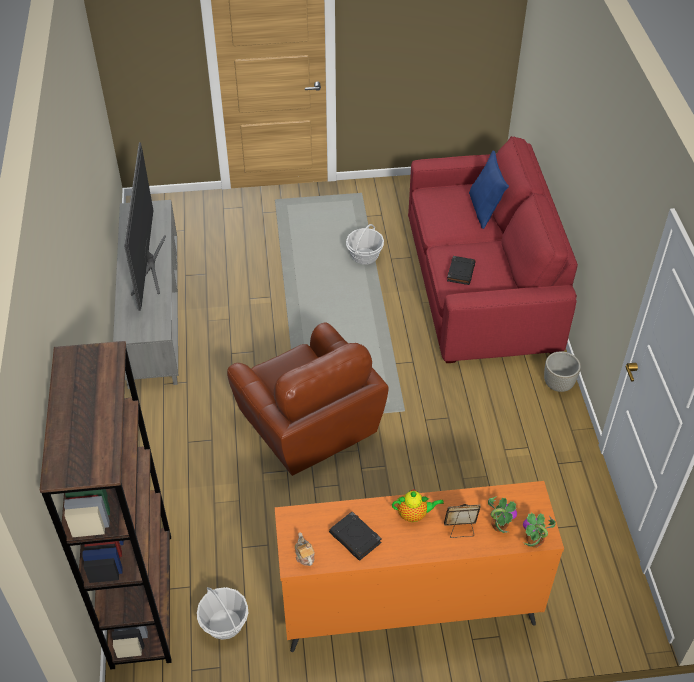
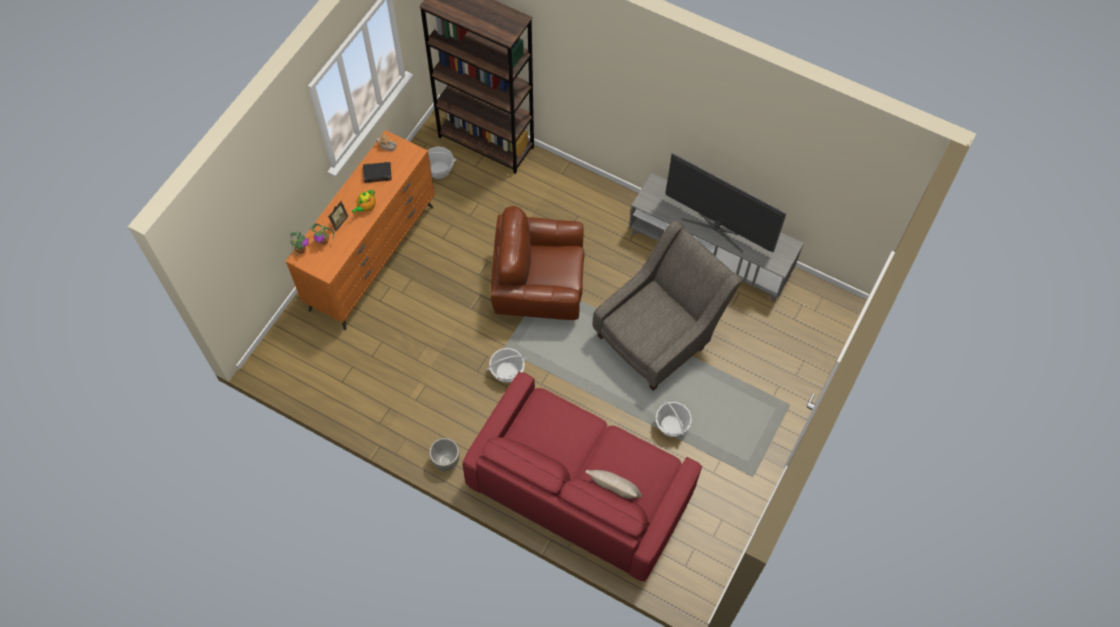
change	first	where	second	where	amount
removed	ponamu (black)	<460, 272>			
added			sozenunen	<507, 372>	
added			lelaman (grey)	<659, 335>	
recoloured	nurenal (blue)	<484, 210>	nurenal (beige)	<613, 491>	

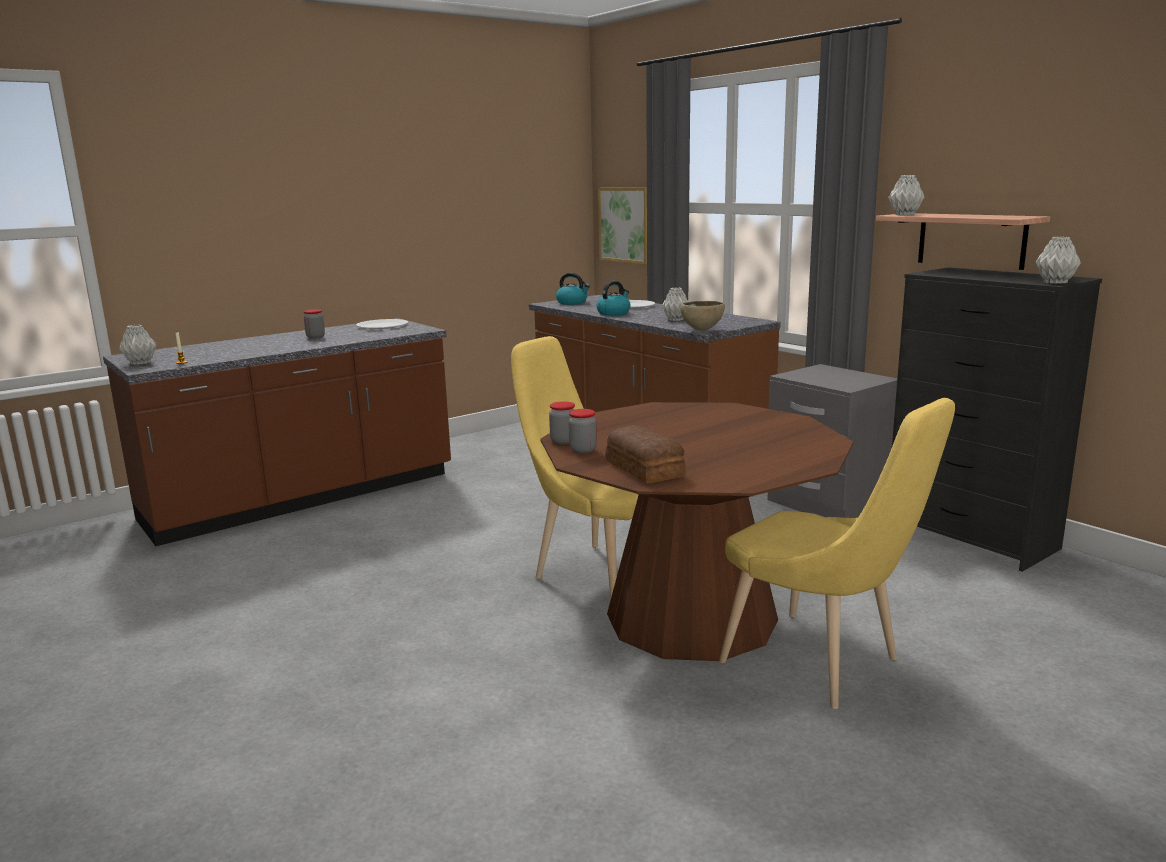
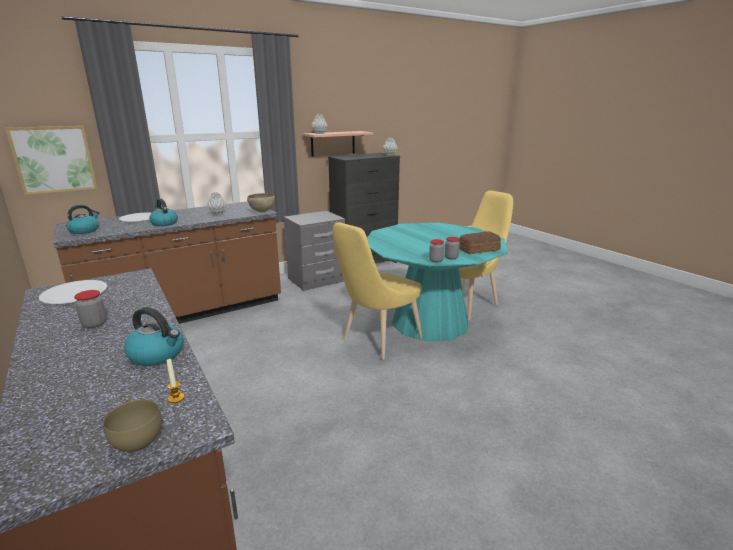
change	first	where	second	where	amount
added			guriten	<158, 354>	
replaced	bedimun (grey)	<141, 363>	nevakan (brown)	<136, 442>	
recoloured	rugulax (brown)	<691, 616>	rugulax (turquoise)	<430, 322>	

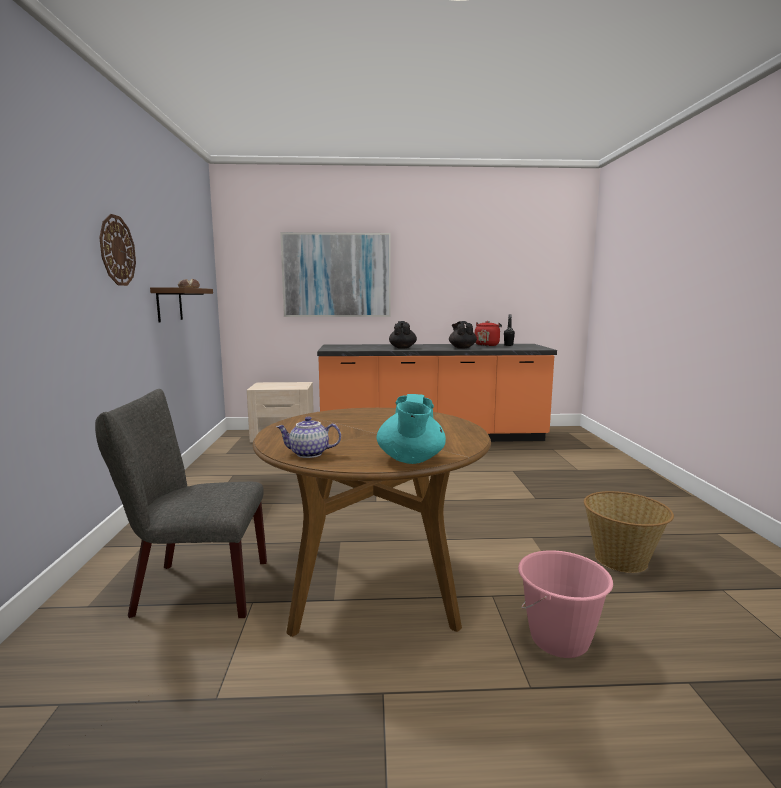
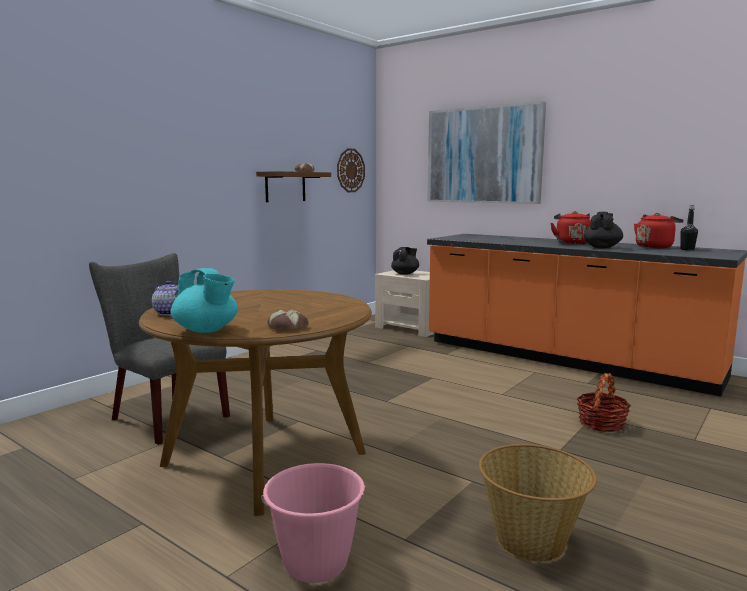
change	first	where	second	where	amount
added			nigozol	<288, 327>	
added			guriten (red)	<571, 243>	
added			sozenunen	<601, 423>	
moved	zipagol	<117, 250>		<350, 170>	
moved	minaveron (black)	<402, 348>		<405, 273>	
turned	minaveron (turquoise)	<411, 460>		<206, 330>	90 degrees counterclockwise

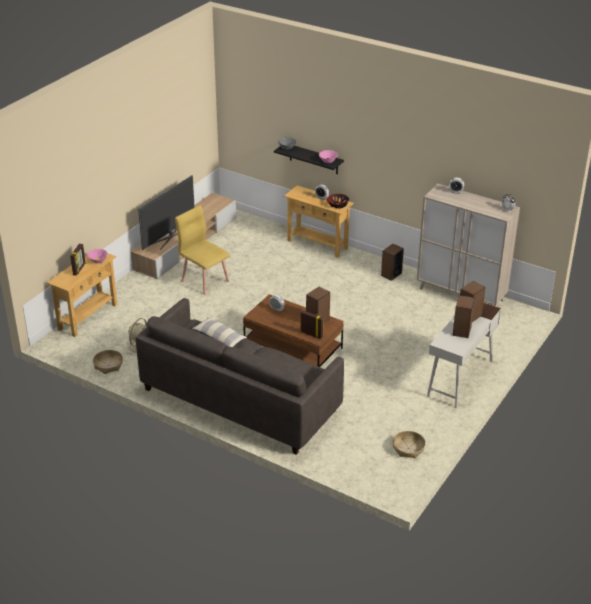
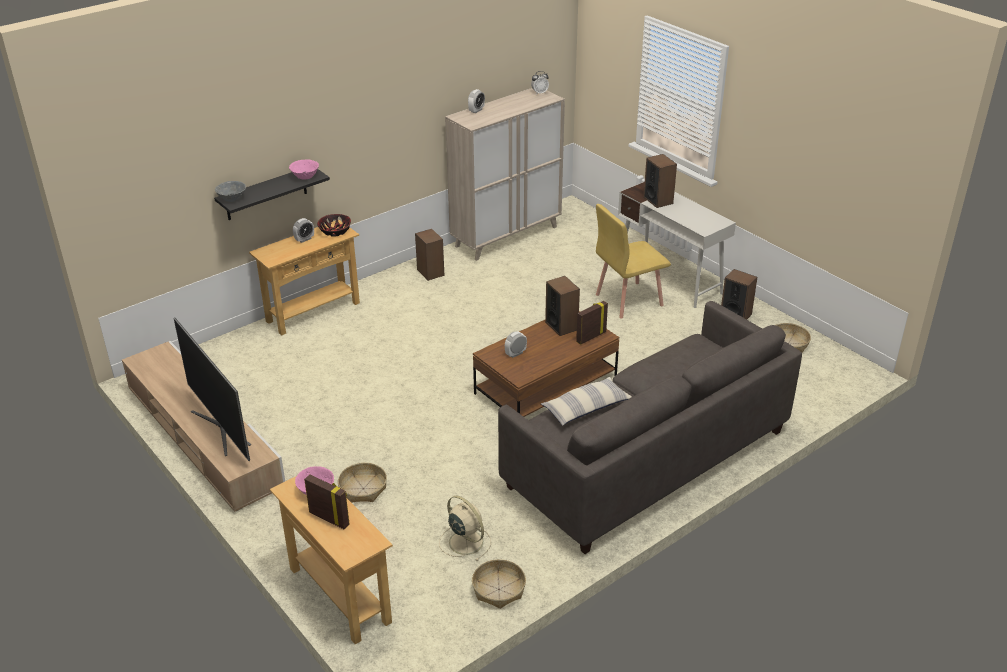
change	first	where	second	where	amount
added			sozenunen	<363, 488>	
moved	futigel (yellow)	<205, 281>		<628, 300>	
moved	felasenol	<462, 331>		<735, 314>	

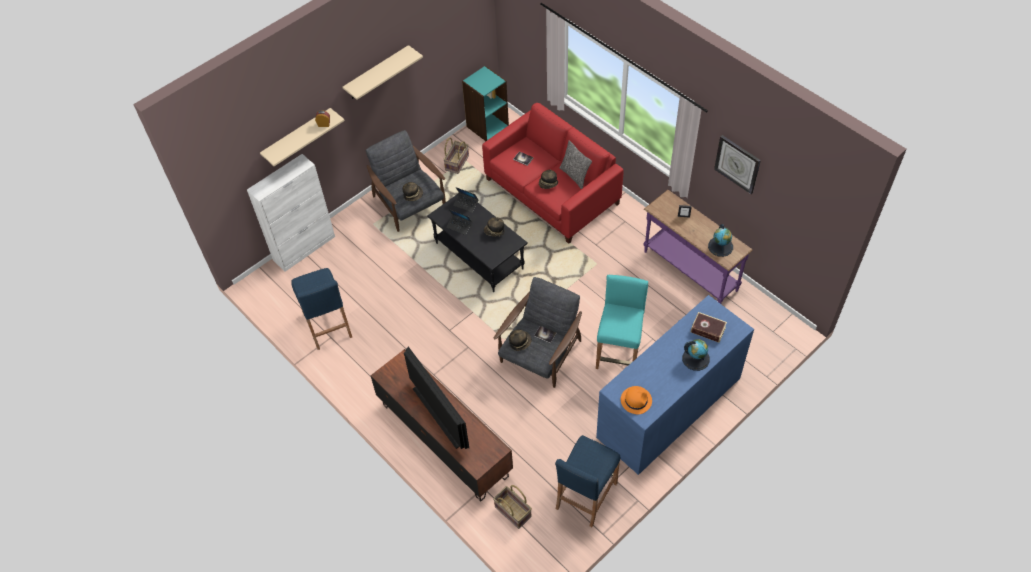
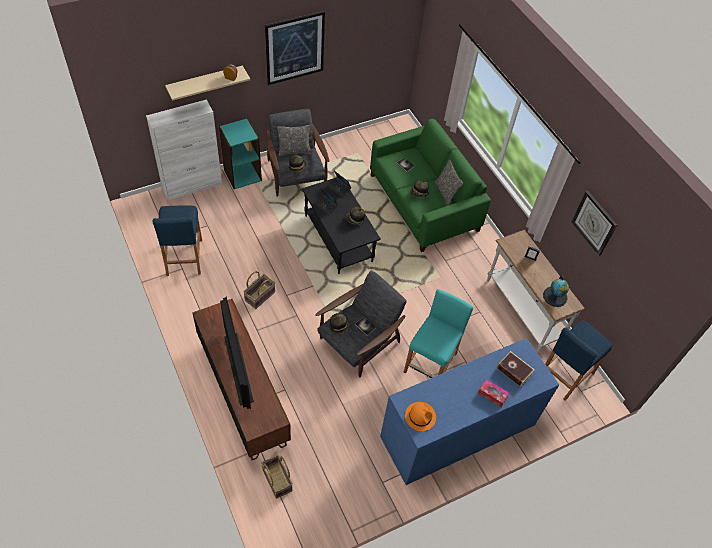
change	first	where	second	where	amount
added			nurenal	<294, 151>	
moved	sozenunen	<456, 162>		<259, 296>	
moved	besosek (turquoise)	<487, 126>		<242, 175>	
moved	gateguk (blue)	<586, 495>		<565, 374>	
replaced	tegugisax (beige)	<377, 73>	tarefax	<295, 48>	
replaced	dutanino	<696, 358>	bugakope	<492, 395>	
recoloured	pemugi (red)	<551, 192>	pemugi (green)	<423, 203>	
recoloured	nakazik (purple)	<689, 271>	nakazik (white)	<522, 311>	

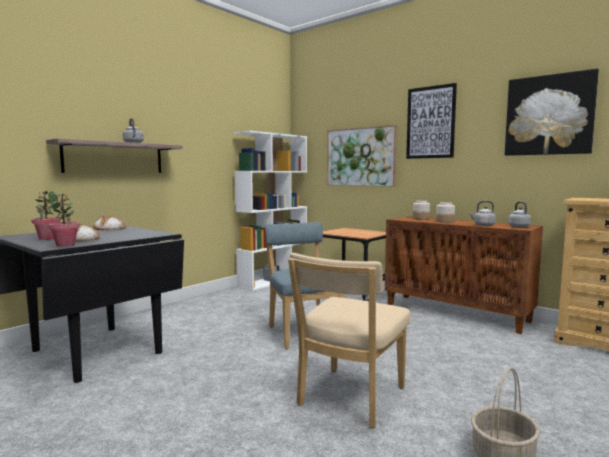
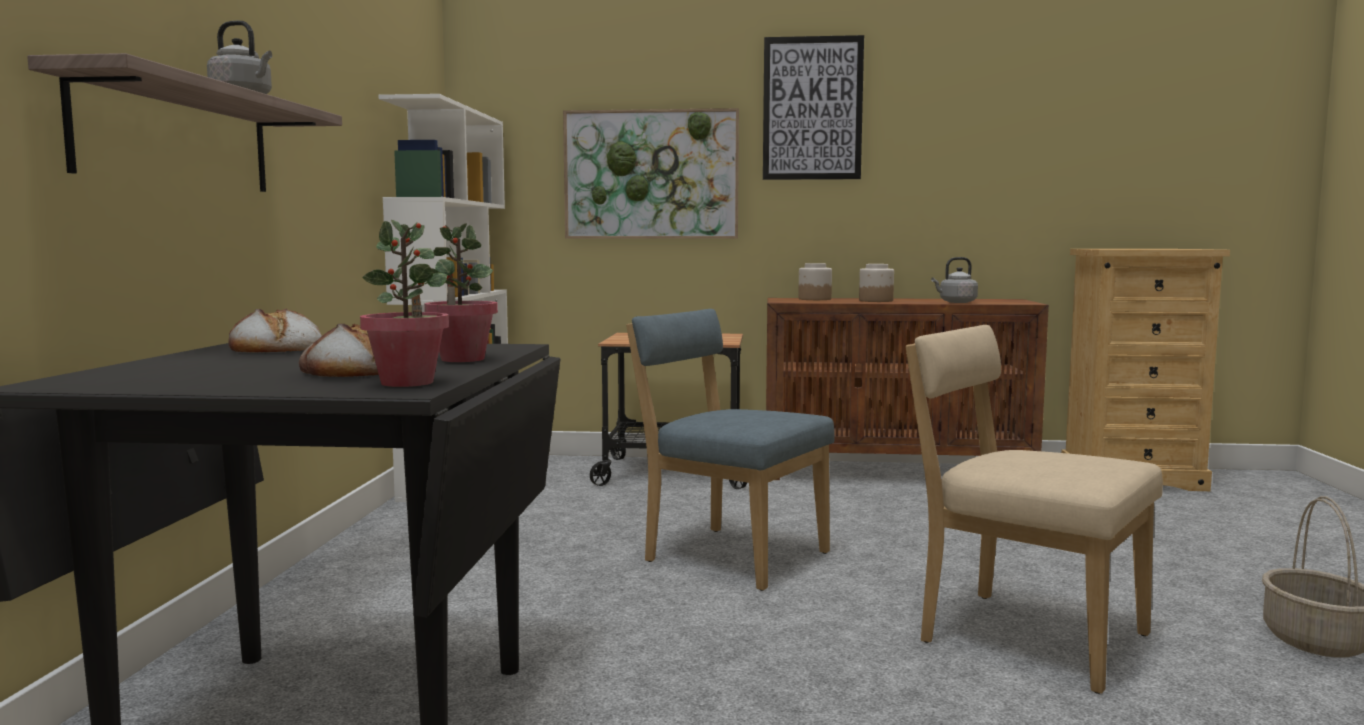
change	first	where	second	where	amount
removed	tarefax	<549, 115>			
removed	guriten (grey)	<518, 226>			
moved	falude	<47, 238>		<462, 359>	
turned	futigel (beige)	<349, 399>		<1023, 636>	135 degrees clockwise

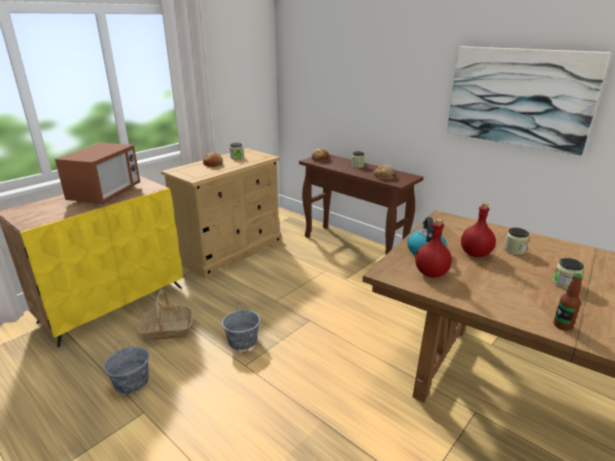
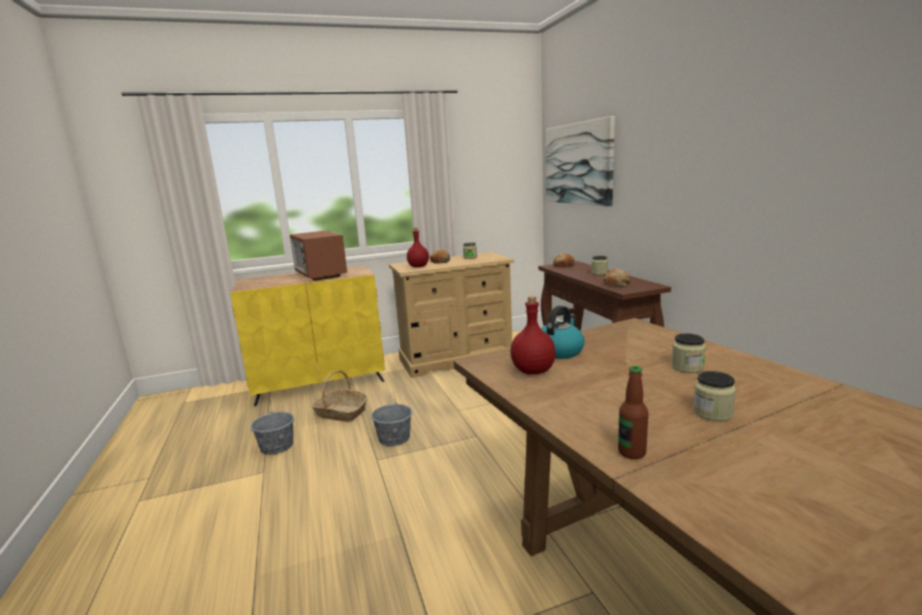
change	first	where	second	where	amount
moved	tarefax	<518, 97>		<578, 164>	
moved	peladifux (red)	<476, 254>		<419, 267>	
turned	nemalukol	<106, 194>		<320, 275>	105 degrees clockwise

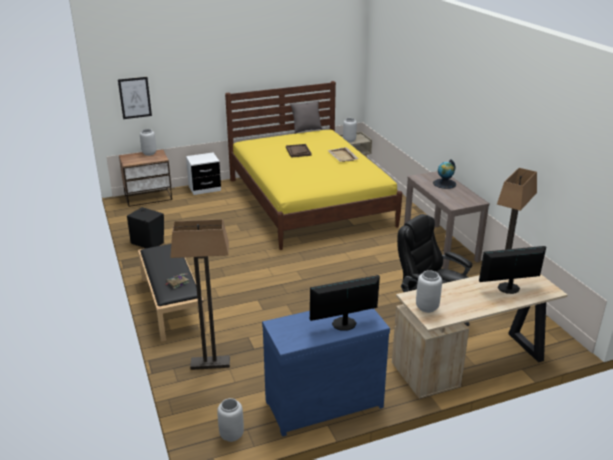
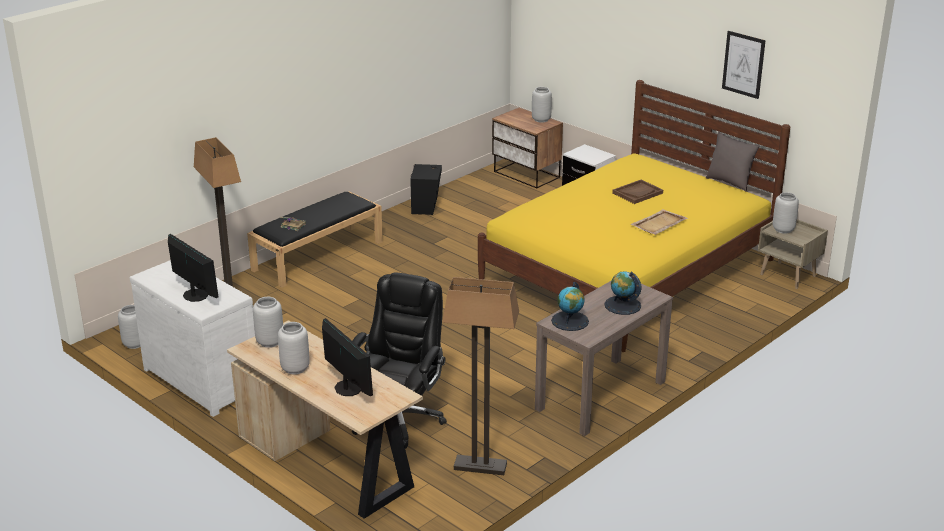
change	first	where	second	where	amount
added			bedimun (grey)	<295, 369>	
added			dutanino	<570, 321>	
moved	tarefax	<135, 97>		<743, 64>	
recoloured	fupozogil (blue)	<322, 402>	fupozogil (white)	<203, 379>	

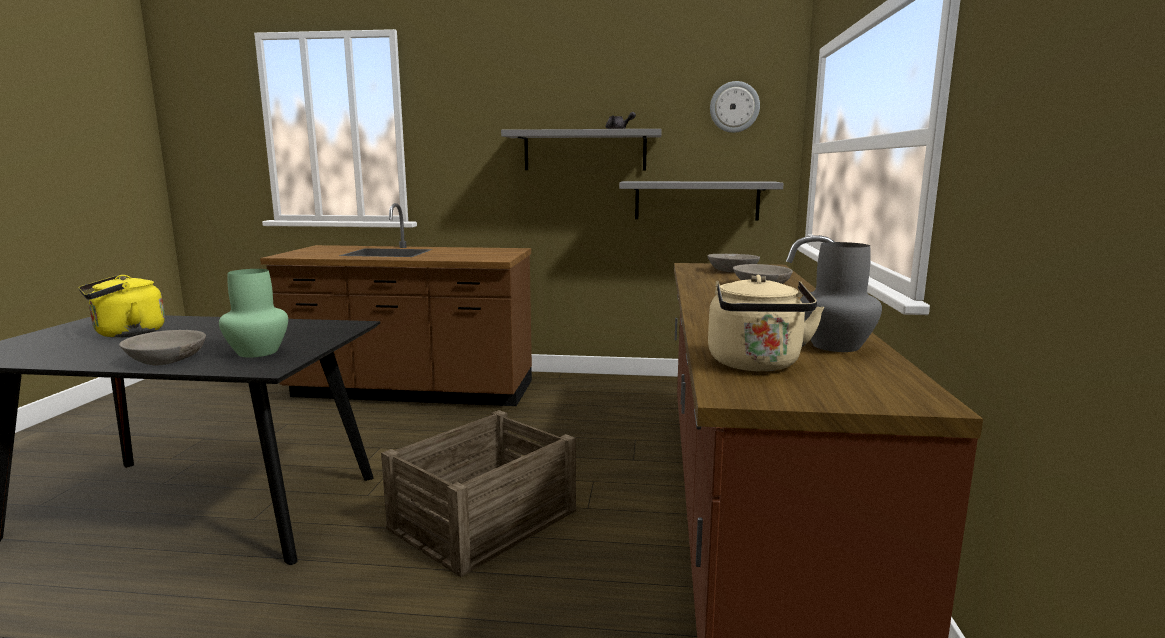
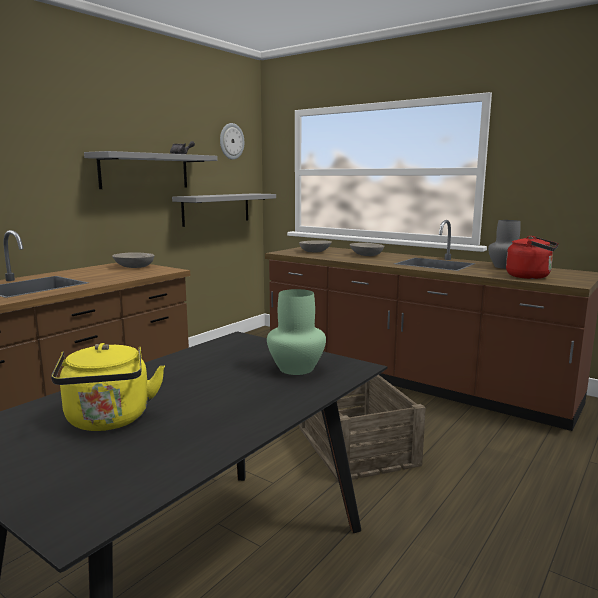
change	first	where	second	where	amount
moved	nevakan (grey)	<166, 360>		<134, 266>	
recoloured	guriten (beige)	<756, 365>	guriten (red)	<531, 276>	

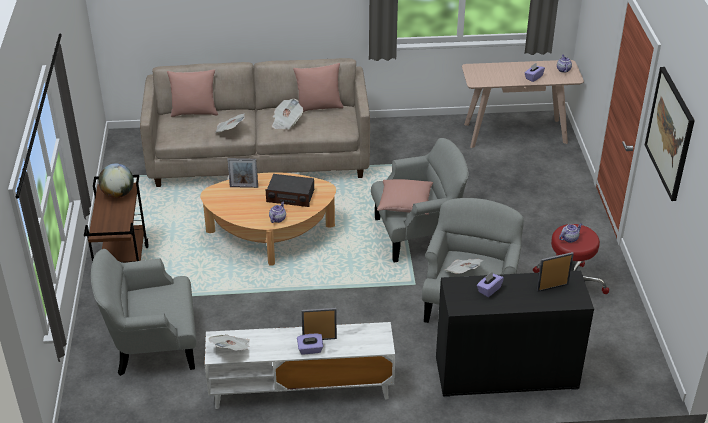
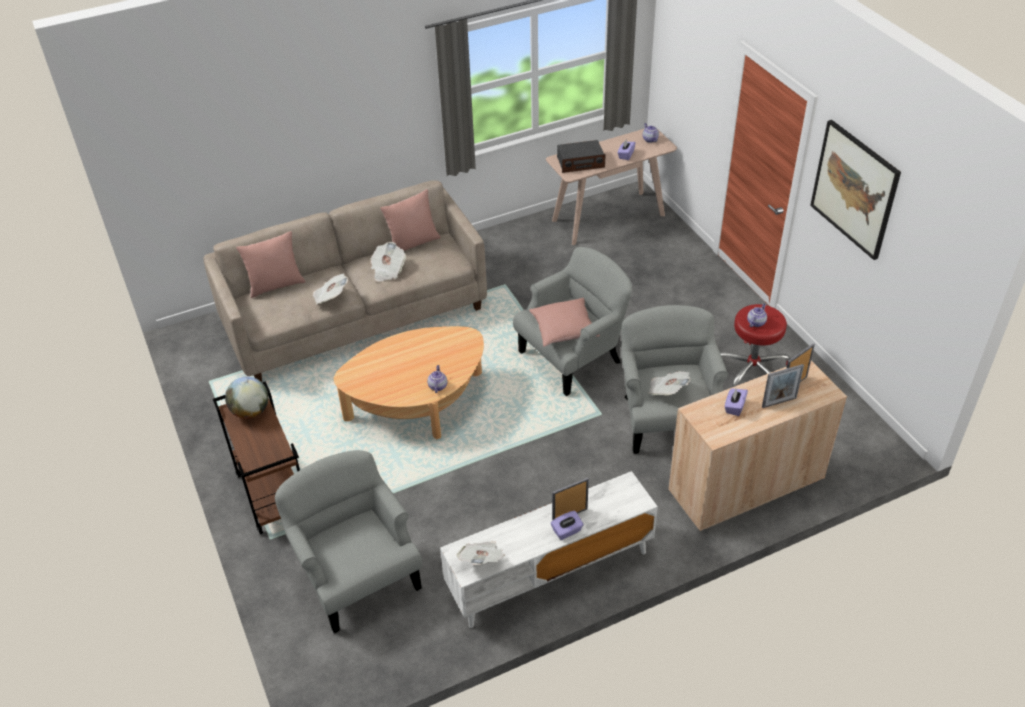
change	first	where	second	where	amount
moved	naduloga	<244, 187>		<779, 402>	
moved	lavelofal	<290, 196>		<580, 162>	
recoloured	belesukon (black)	<506, 373>	belesukon (beige)	<746, 485>	
turned	lelaman (grey)	<152, 345>		<357, 576>	90 degrees clockwise

